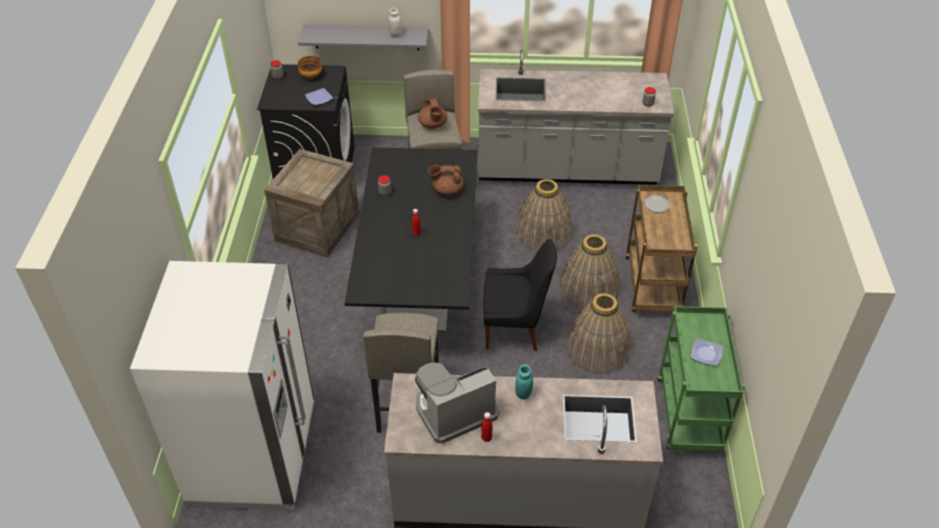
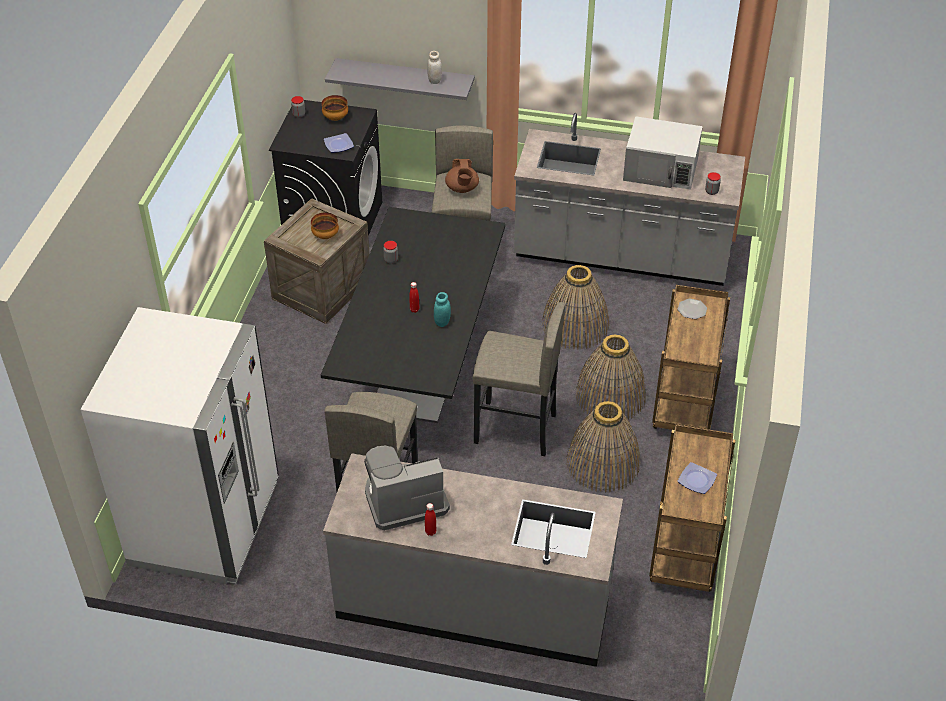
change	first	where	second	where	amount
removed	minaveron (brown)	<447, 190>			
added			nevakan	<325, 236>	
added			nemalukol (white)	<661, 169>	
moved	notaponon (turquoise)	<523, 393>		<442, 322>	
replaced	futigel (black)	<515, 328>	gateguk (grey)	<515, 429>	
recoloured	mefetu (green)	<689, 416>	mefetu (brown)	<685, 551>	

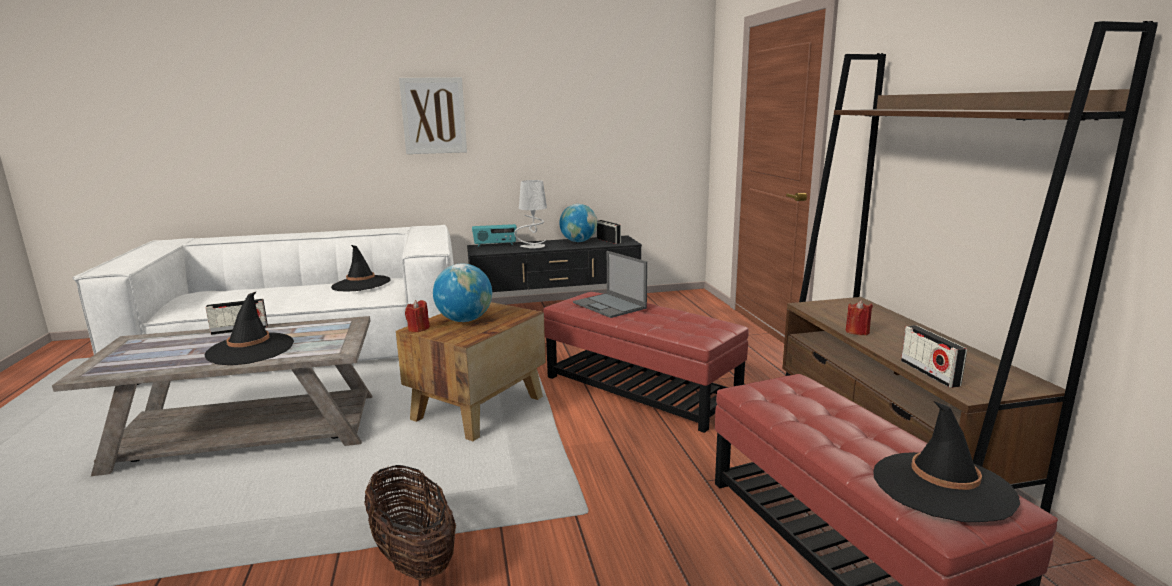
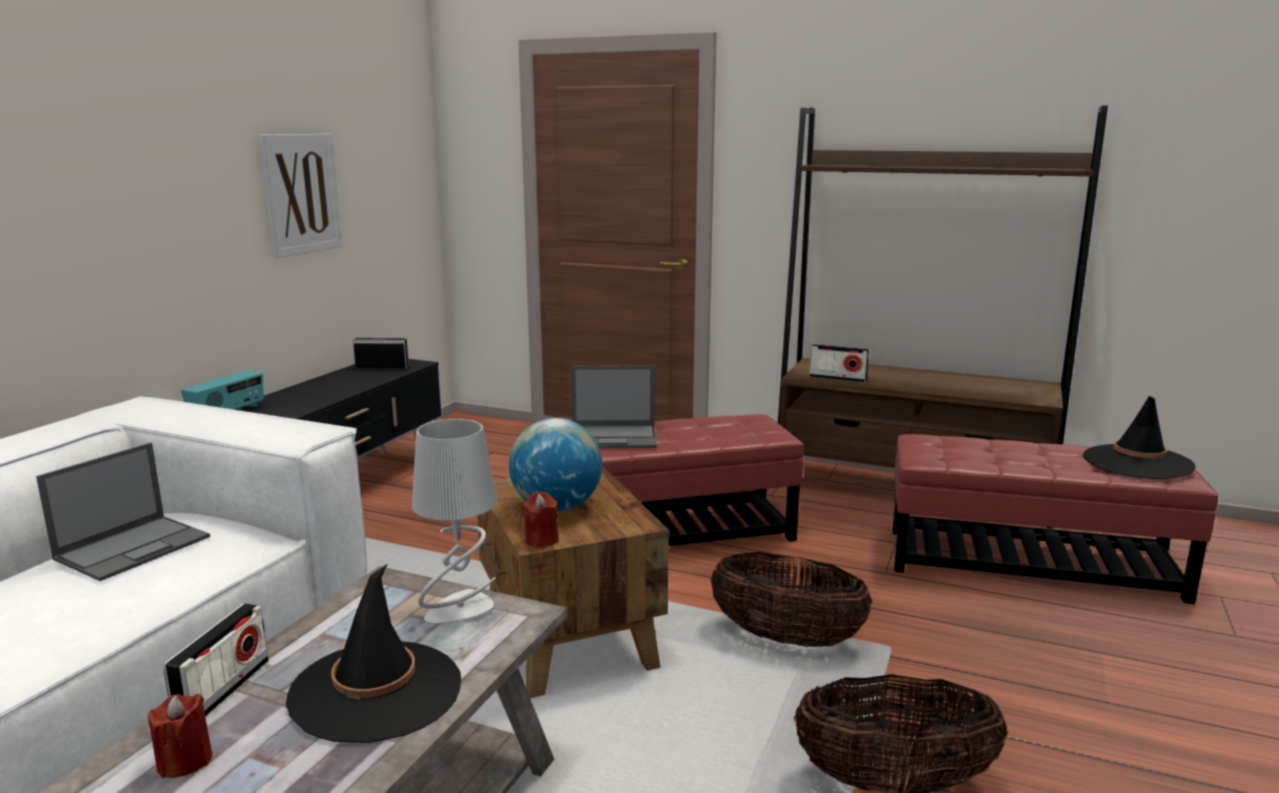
change	first	where	second	where	amount
removed	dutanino	<578, 241>			
added			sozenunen	<786, 638>	
moved	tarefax	<433, 116>		<301, 194>	
moved	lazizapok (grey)	<533, 247>		<459, 610>	
moved	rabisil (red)	<857, 332>		<184, 761>	
moved	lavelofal	<929, 373>		<837, 378>	
replaced	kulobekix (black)	<361, 284>	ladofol	<134, 547>	

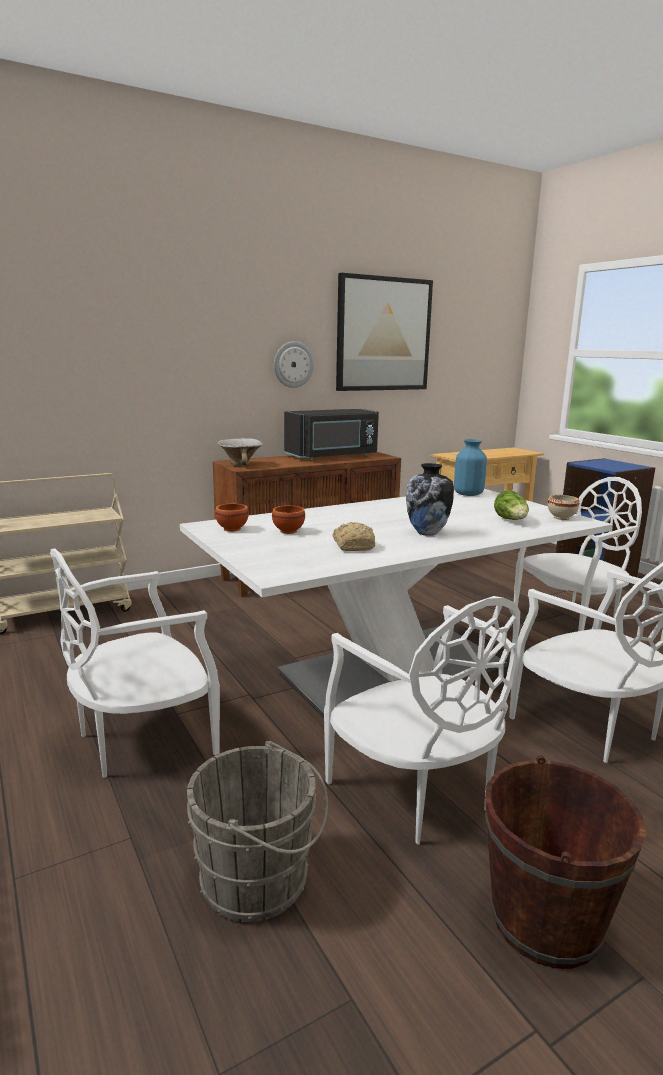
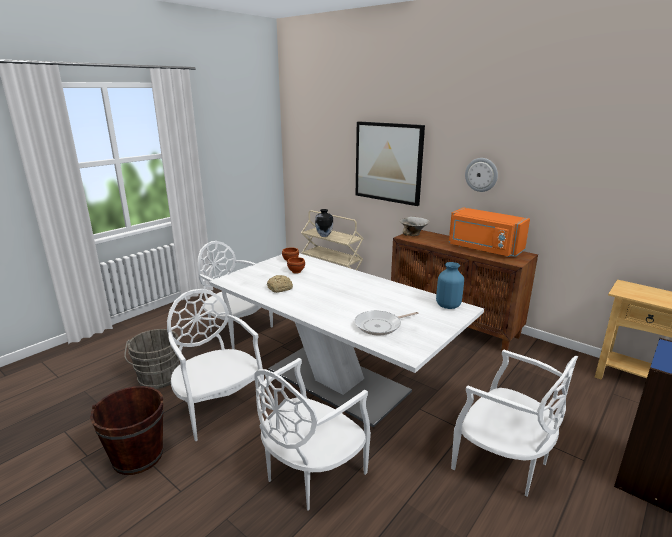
change	first	where	second	where	amount
removed	nevakan (beige)	<562, 518>			
moved	tarefax	<383, 334>		<388, 162>	
moved	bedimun	<427, 533>		<324, 236>	
replaced	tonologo	<511, 520>	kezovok	<380, 326>	
recoloured	nemalukol (black)	<333, 456>	nemalukol (orange)	<484, 249>	
turned	futigel (white)	<416, 792>		<219, 408>	105 degrees clockwise

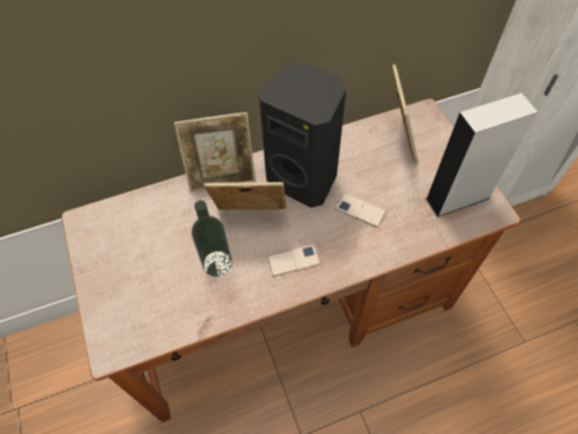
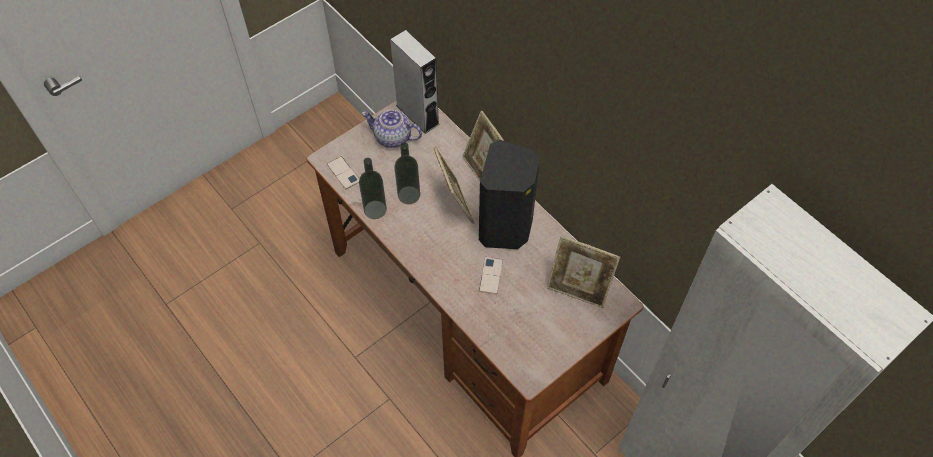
change	first	where	second	where	amount
added			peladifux	<375, 209>	
added			minaveron	<393, 138>	
moved	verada	<293, 260>		<343, 173>	
moved	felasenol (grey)	<457, 198>		<417, 115>	
turned	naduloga	<399, 140>		<578, 288>	45 degrees clockwise

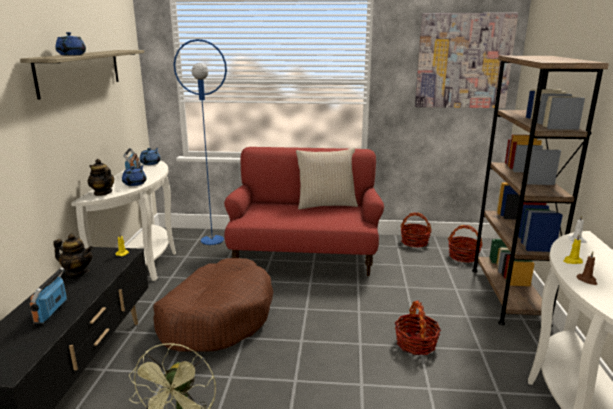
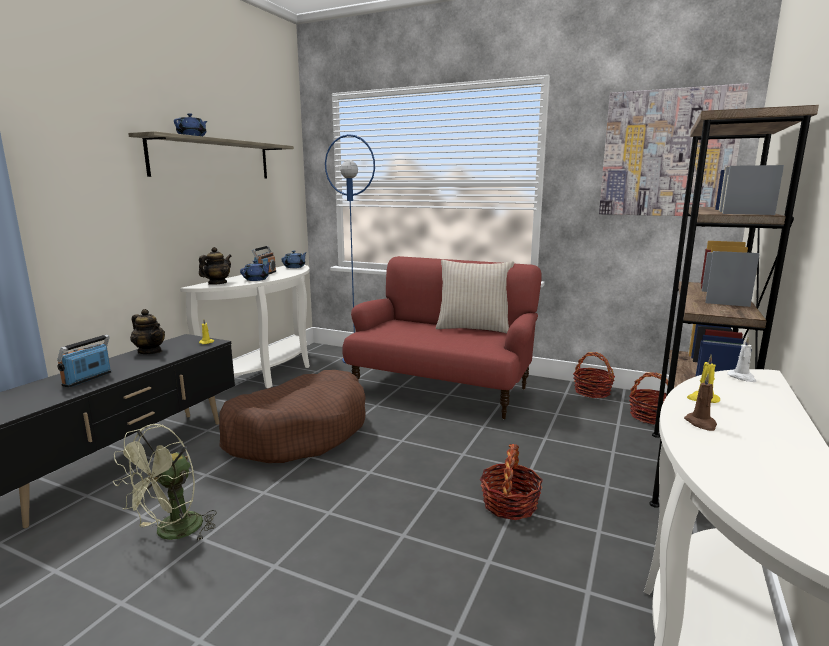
change	first	where	second	where	amount
turned	minaveron	<103, 193>		<217, 283>	60 degrees clockwise

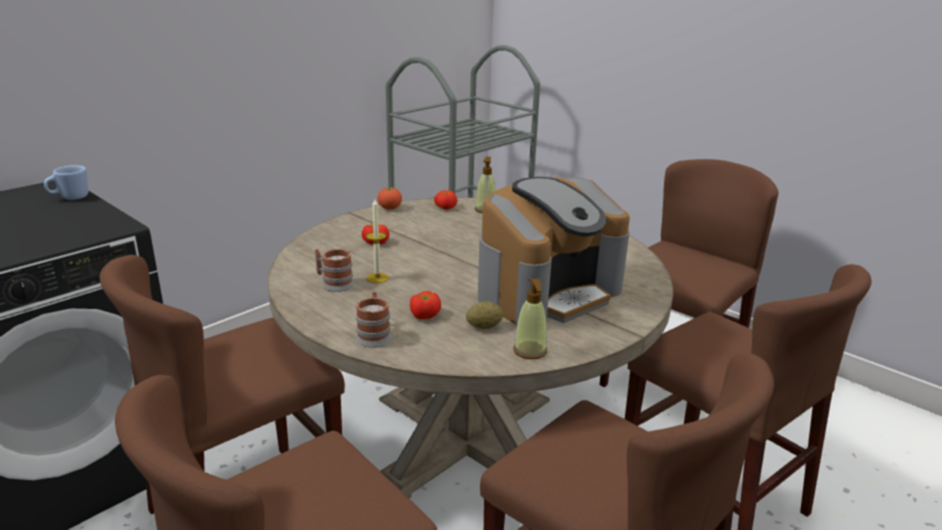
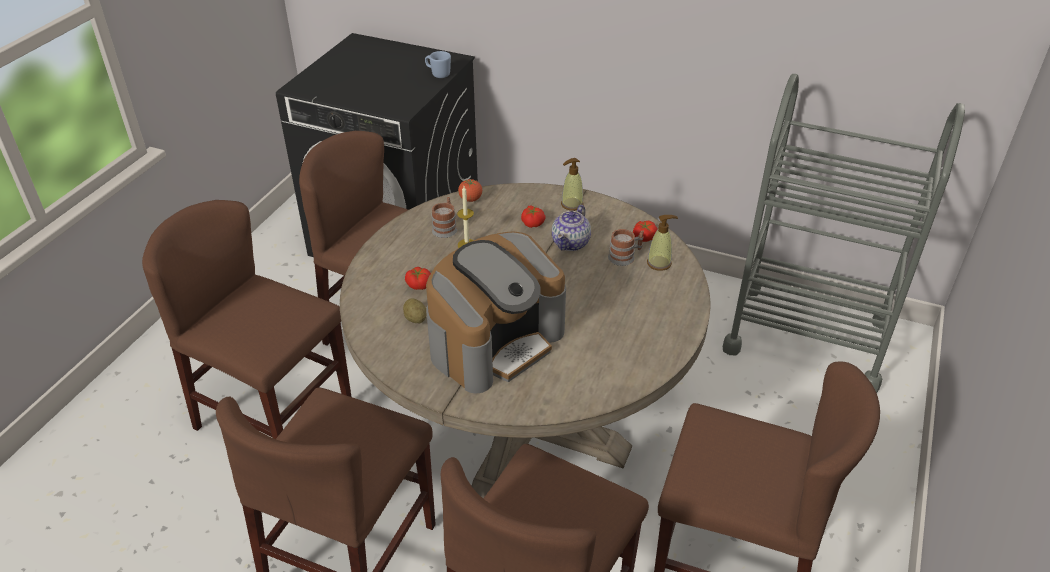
change	first	where	second	where	amount
added			minaveron	<571, 243>	
moved	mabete	<374, 335>		<625, 256>	
moved	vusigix	<390, 208>		<470, 199>	
moved	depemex	<530, 351>		<572, 204>	
turned	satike	<547, 292>		<495, 341>	75 degrees counterclockwise

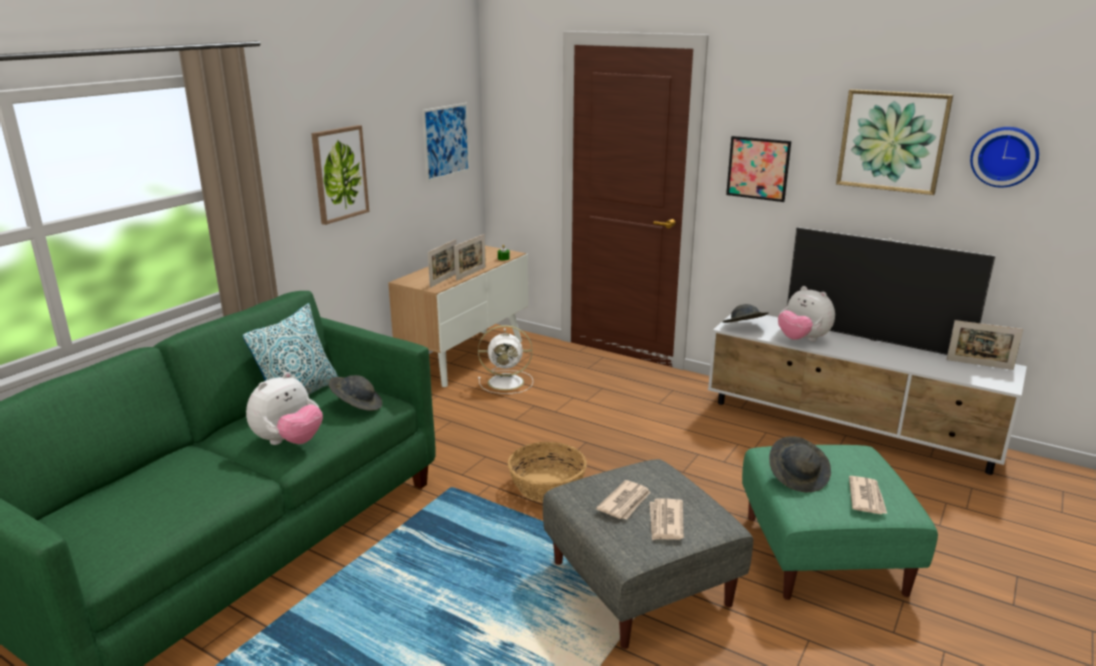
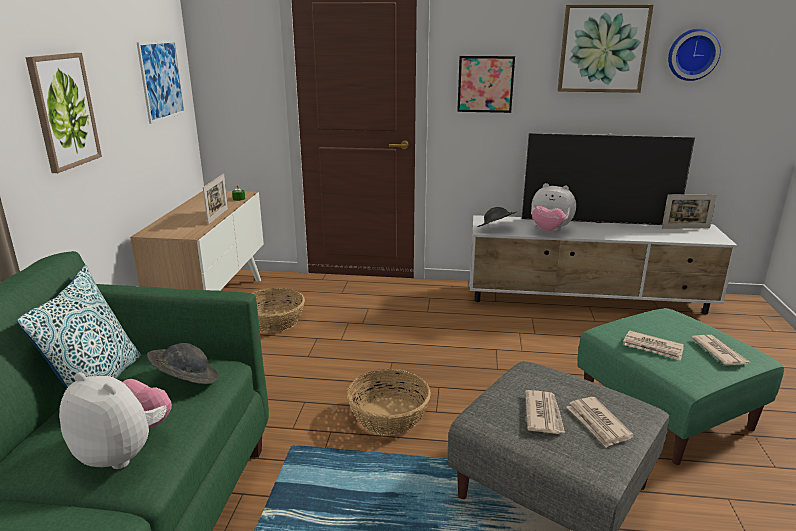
change	first	where	second	where	amount
removed	naduloga	<444, 280>			
replaced	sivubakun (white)	<507, 382>	sozenunen	<274, 321>	
replaced	kulobekix (grey)	<798, 477>	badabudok	<653, 347>	
turned	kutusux	<289, 442>		<124, 452>	75 degrees counterclockwise

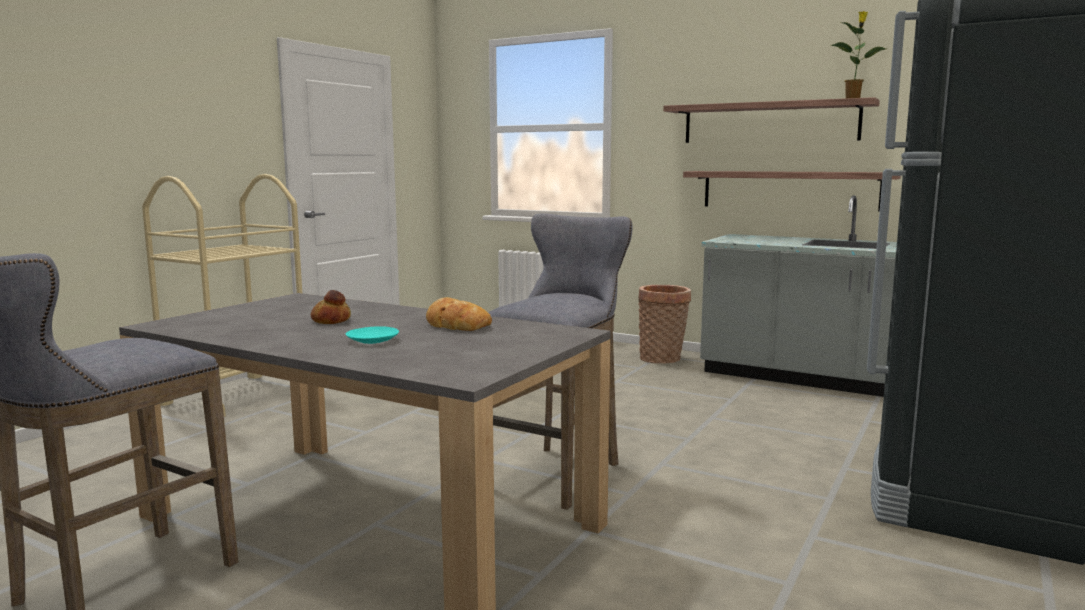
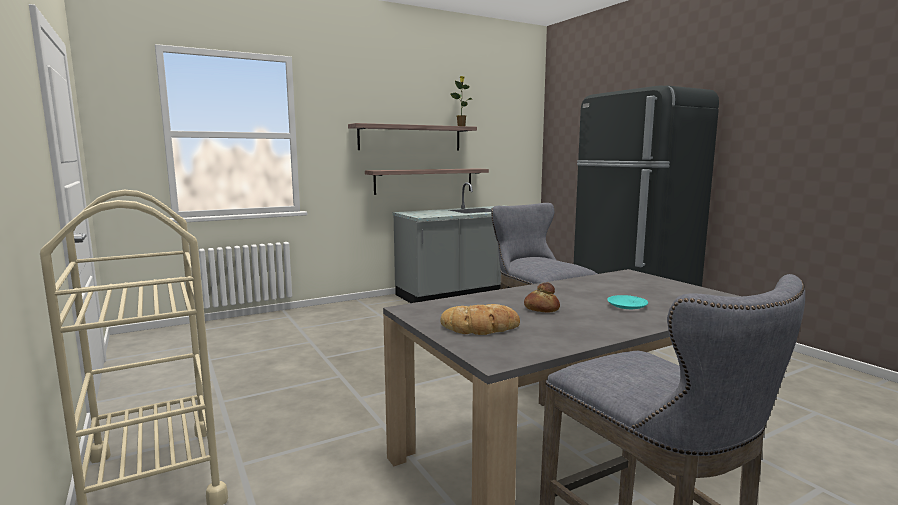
change	first	where	second	where	amount
removed	sozenunen	<662, 359>			
moved	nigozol	<456, 324>		<480, 327>	

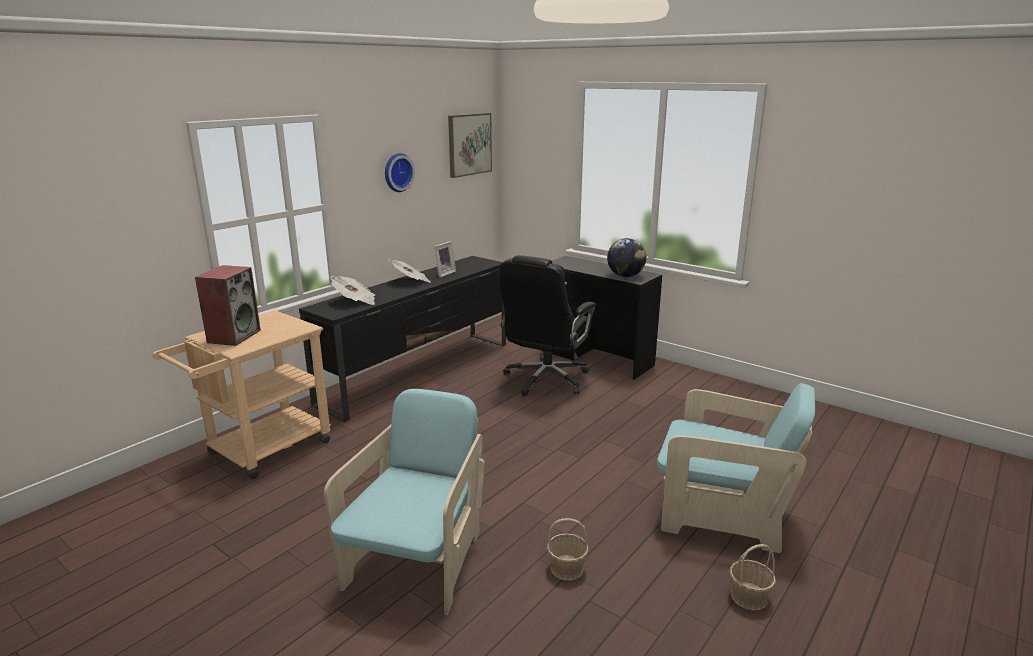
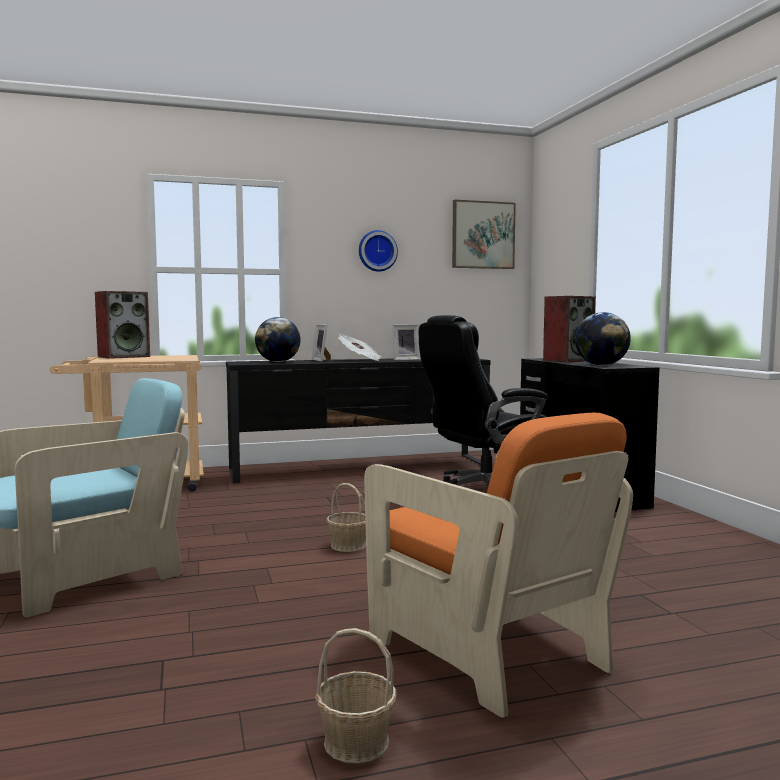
change	first	where	second	where	amount
added			naduloga	<322, 360>	
added			felasenol	<568, 360>	
moved	sozenunen	<567, 568>		<348, 546>	
replaced	badabudok	<355, 301>	dutanino	<278, 362>	
recoloured	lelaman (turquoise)	<722, 514>	lelaman (orange)	<488, 650>	

